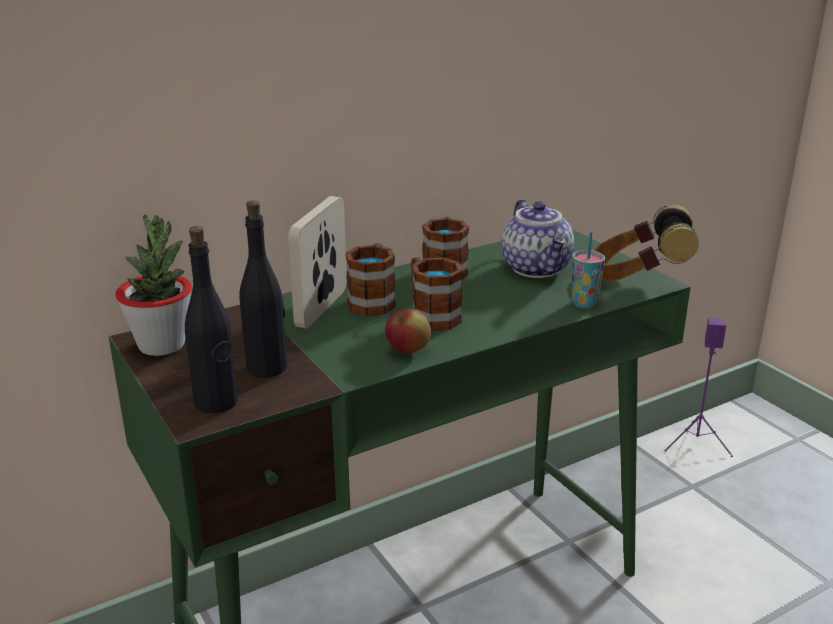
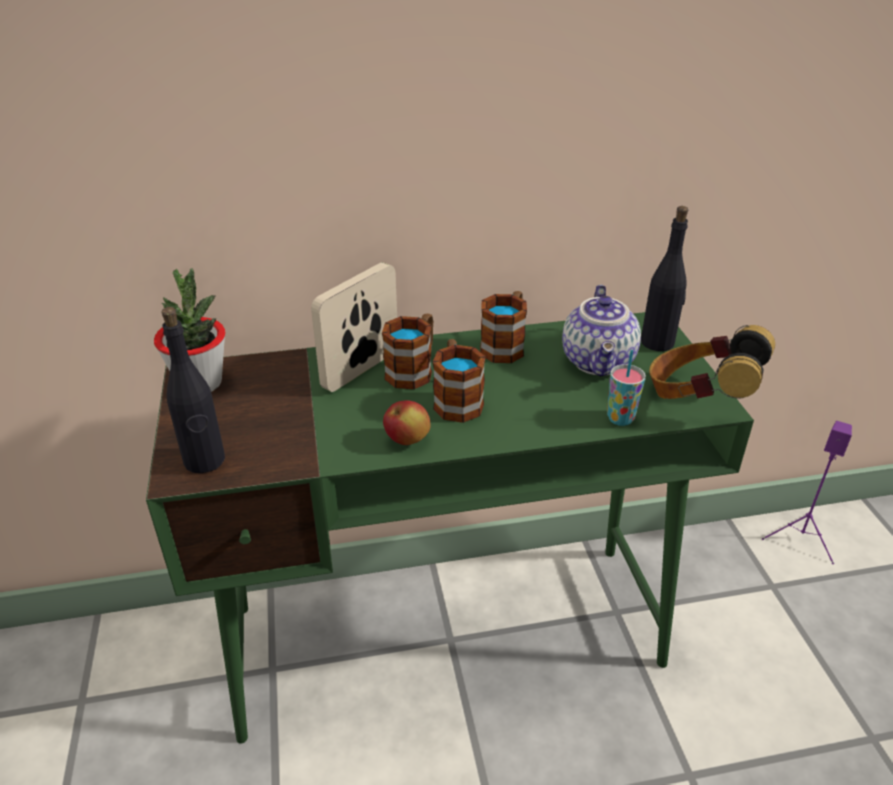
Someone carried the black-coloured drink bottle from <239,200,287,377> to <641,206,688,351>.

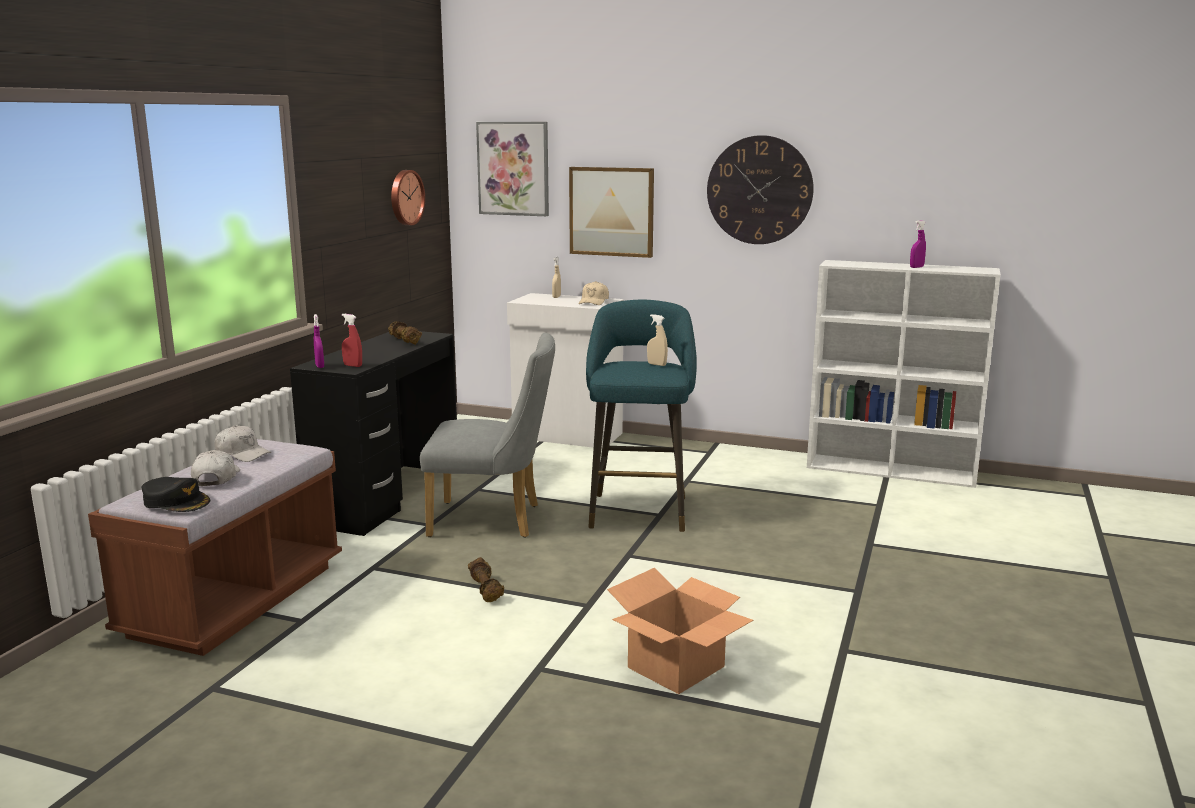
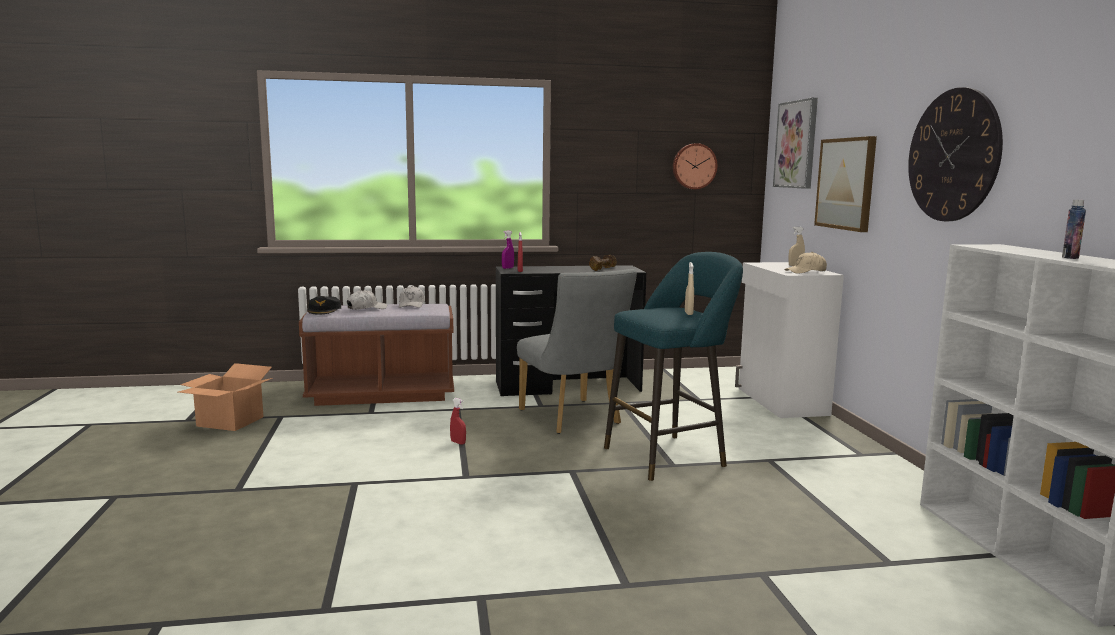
Someone swapped the brownish dumbbell at <468,557,504,602> for the reddish sprayer at <450,398,466,445>.
Someone carried the cardboard box from <607,568,754,694> to <178,363,273,431>.
Someone swapped the purple-coloured sprayer at <910,220,926,268> for the drink bottle at <1062,200,1086,259>.

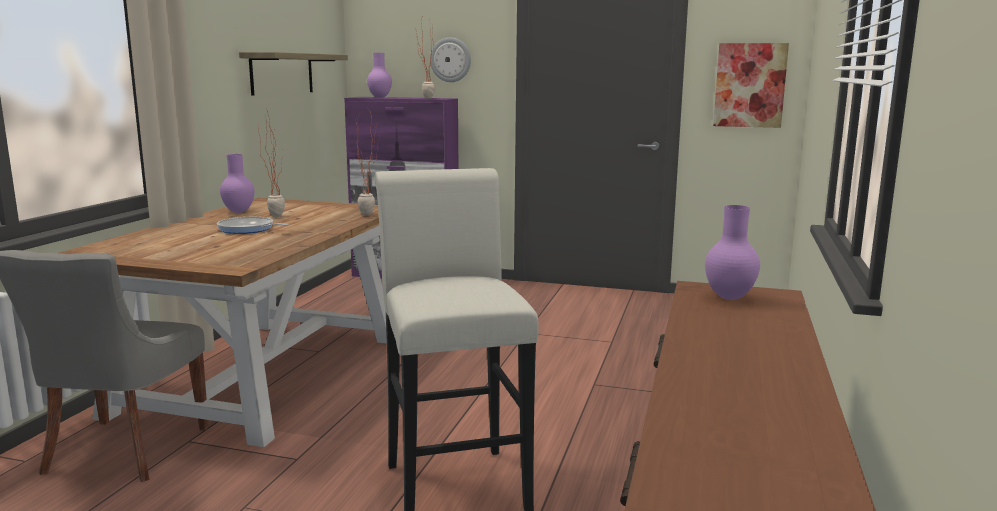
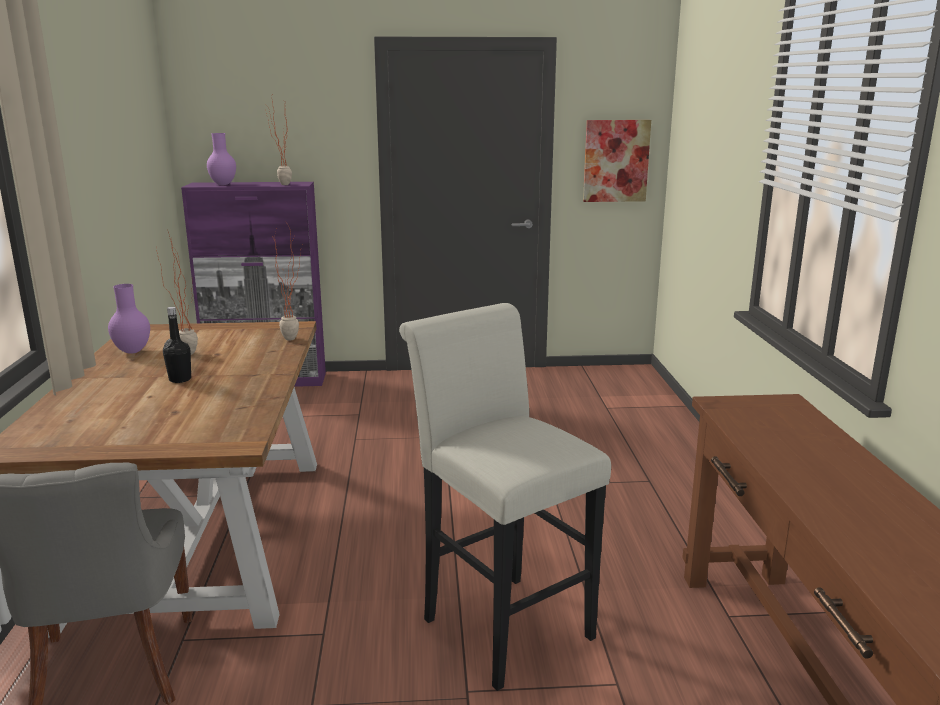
Someone swapped the pan at <217,217,289,234> for the black-coloured drink bottle at <163,307,191,383>.
Someone took away the bracket shelf at <239,52,348,95>.
Someone took away the hanging clock at <430,37,471,82>.
Someone took away the purple-coloured flower vase at <705,205,760,300>.

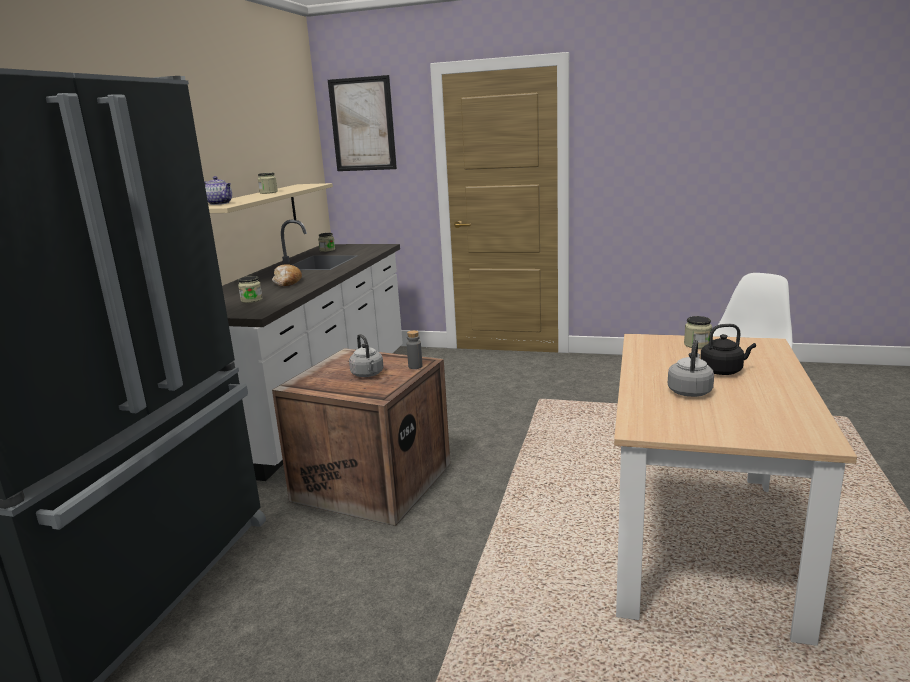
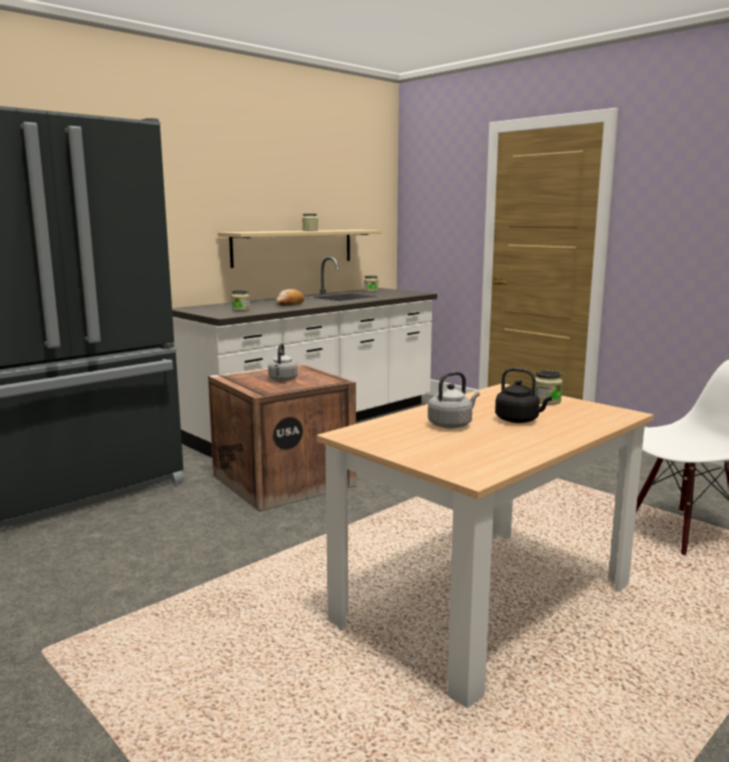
Someone took away the tea pot at <204,176,232,205>.
Someone took away the picture at <328,75,397,171>.
Someone took away the gray drink bottle at <407,330,423,369>.

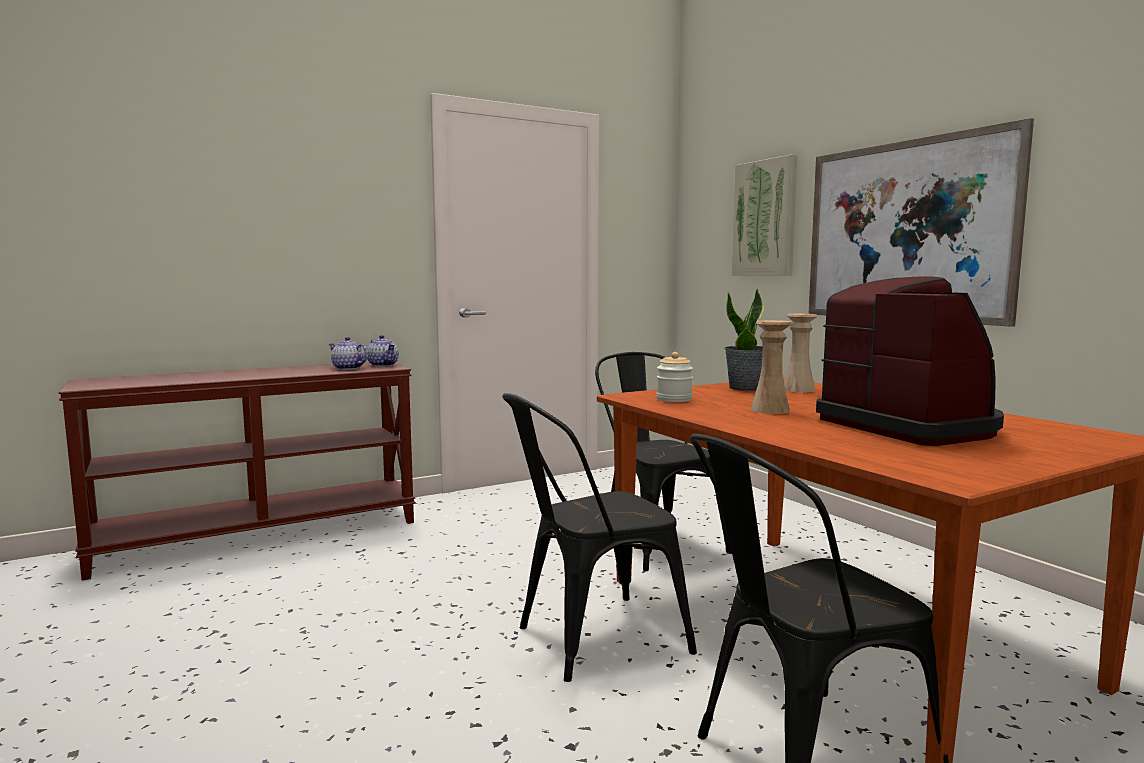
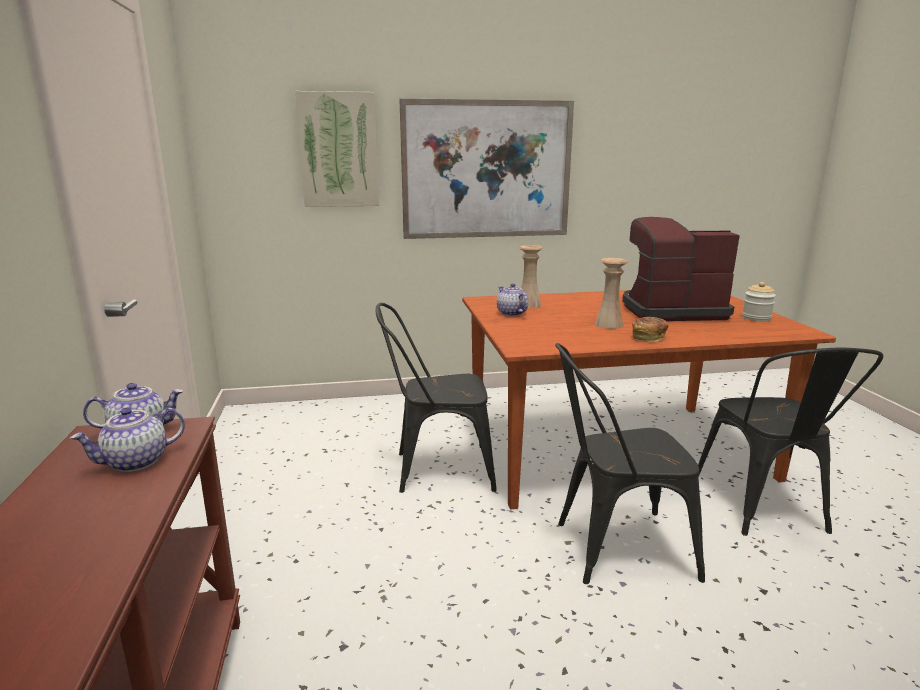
Someone rotated the black-coloured upright chair at <502,393,697,682> by 90 degrees clockwise.
Someone carried the preserve jar from <657,352,693,402> to <742,282,776,321>.
Someone swapped the houseplant at <725,288,764,391> for the tea pot at <497,283,528,316>.
Someone put down the bread at <632,317,668,341>.

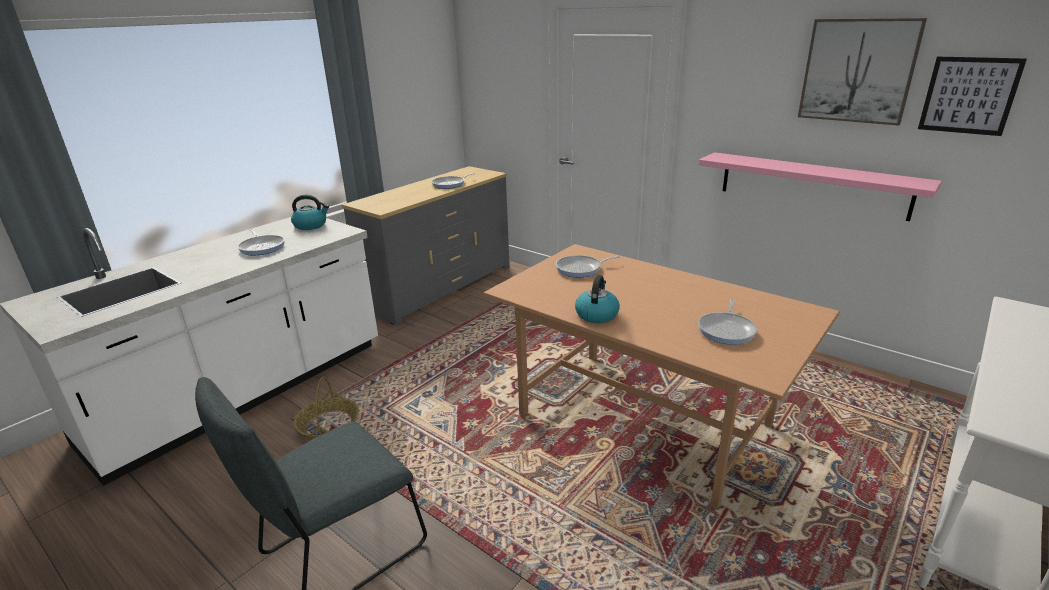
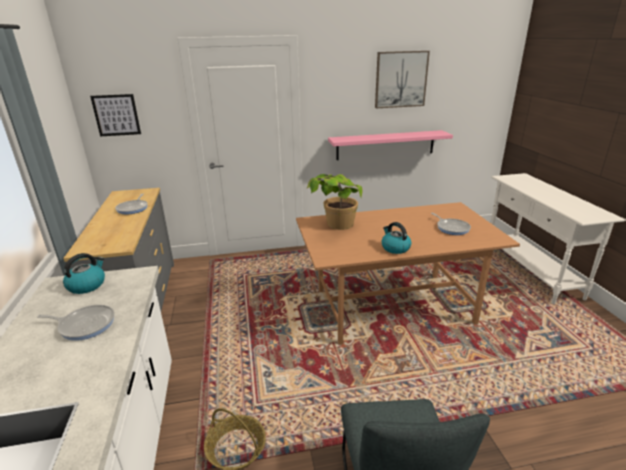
Someone swapped the pan at <556,255,620,277> for the houseplant at <307,174,363,230>.
Someone carried the picture from <918,57,1027,136> to <90,94,141,137>.

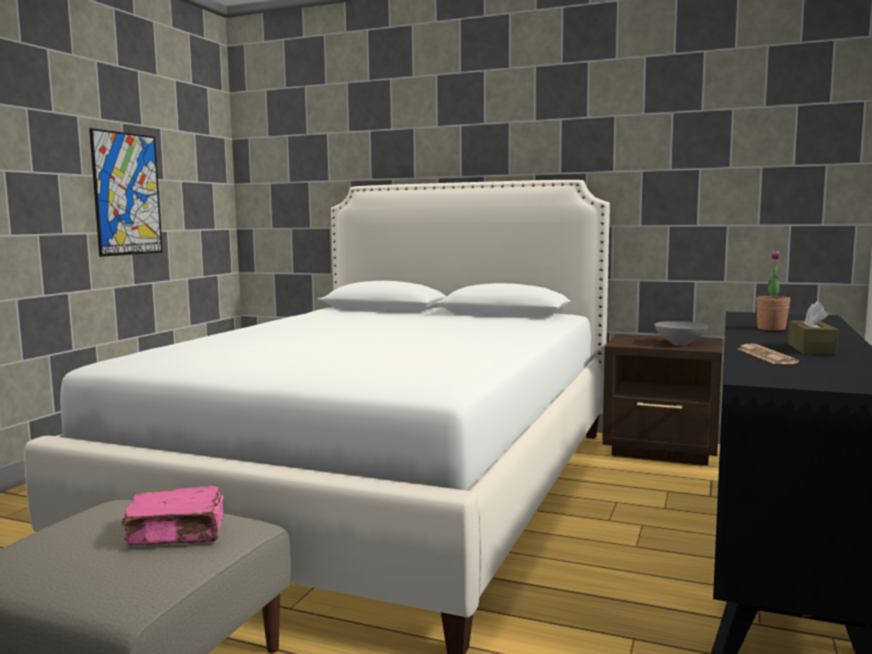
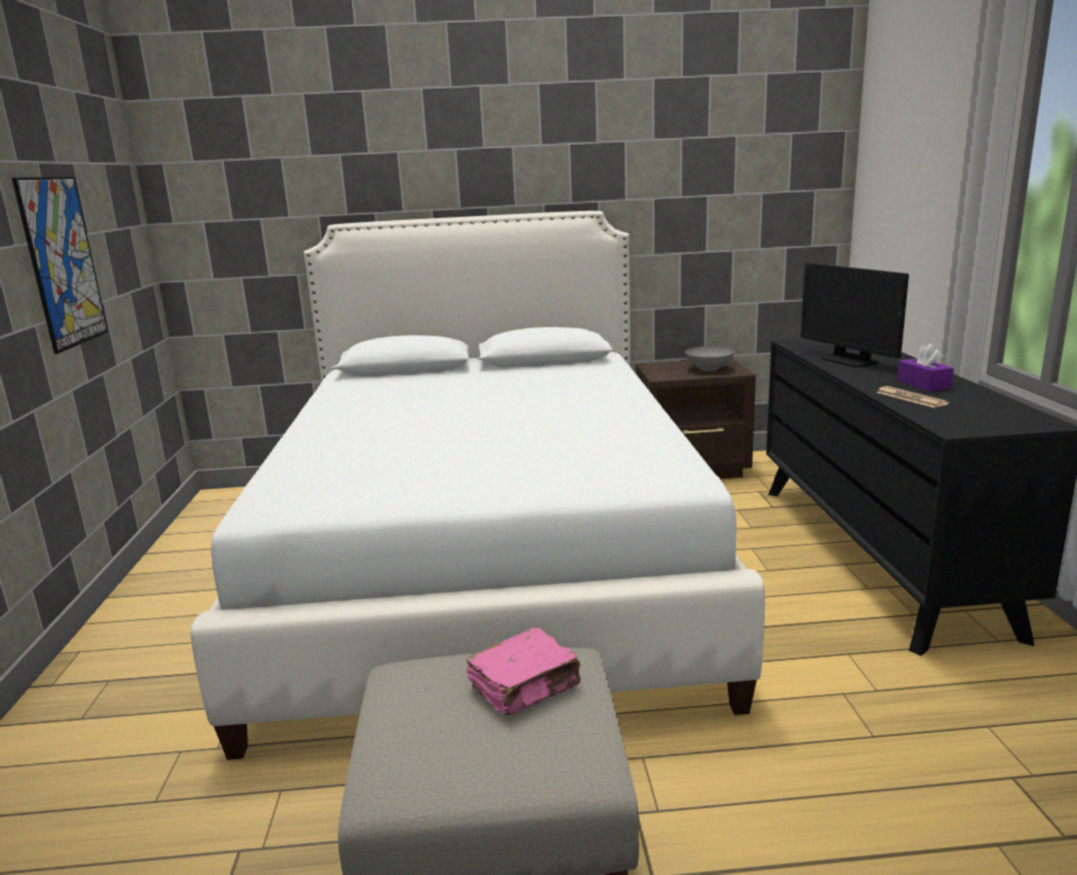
Someone swapped the houseplant at <756,250,790,331> for the computer display at <801,263,909,367>.
Someone repainted the brownish tissue box at <788,301,838,355>, which became the purple-coloured tissue box at <898,344,954,391>.

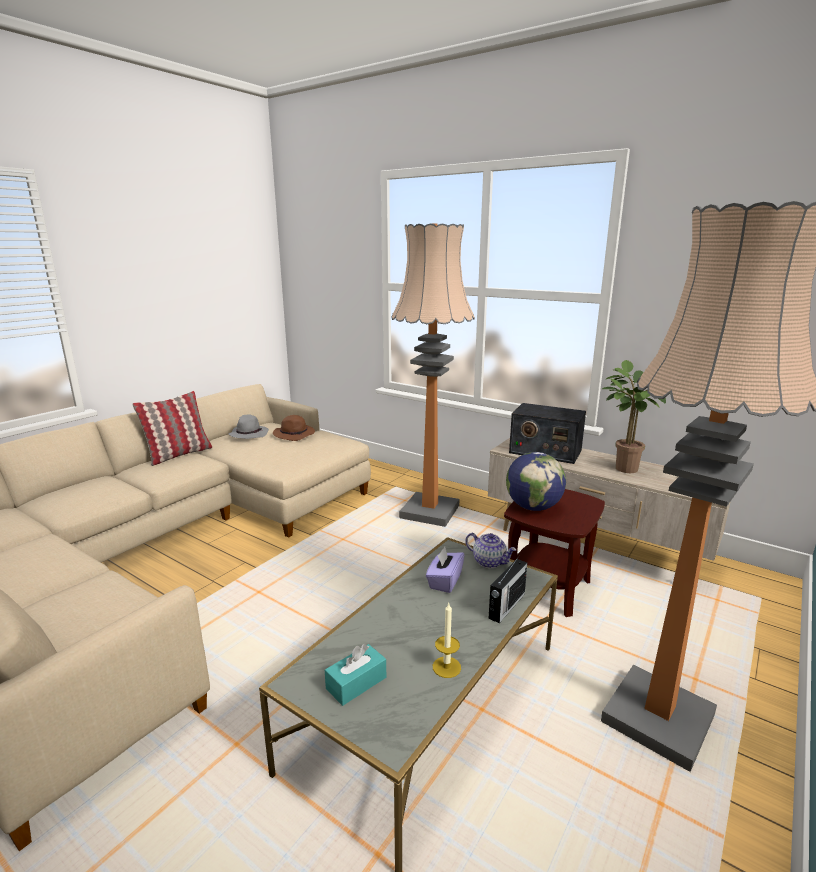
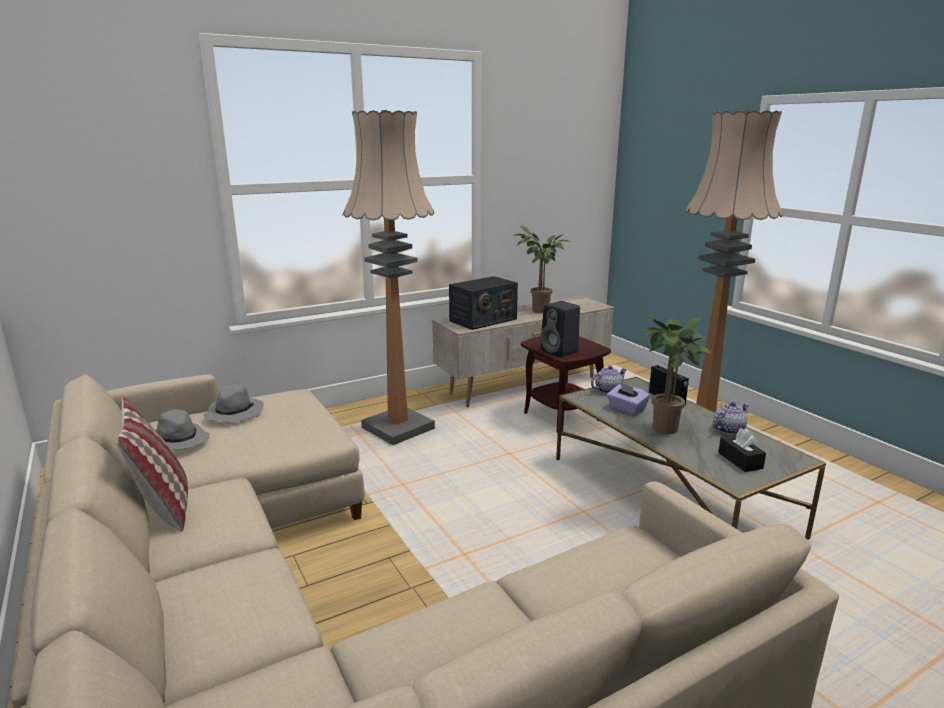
Someone repainted the brownish clothing hat at <273,415,315,441>, which became the gray clothing hat at <204,384,264,422>.
Someone repainted the blue-green tissue box at <325,644,386,706>, which became the black-coloured tissue box at <718,428,766,472>.
Someone swapped the candle at <433,603,461,678> for the tea pot at <713,402,749,435>.
Someone swapped the desk globe at <506,452,566,511> for the black-coloured loudspeaker at <541,301,580,357>.
Someone put down the houseplant at <639,315,711,434>.

